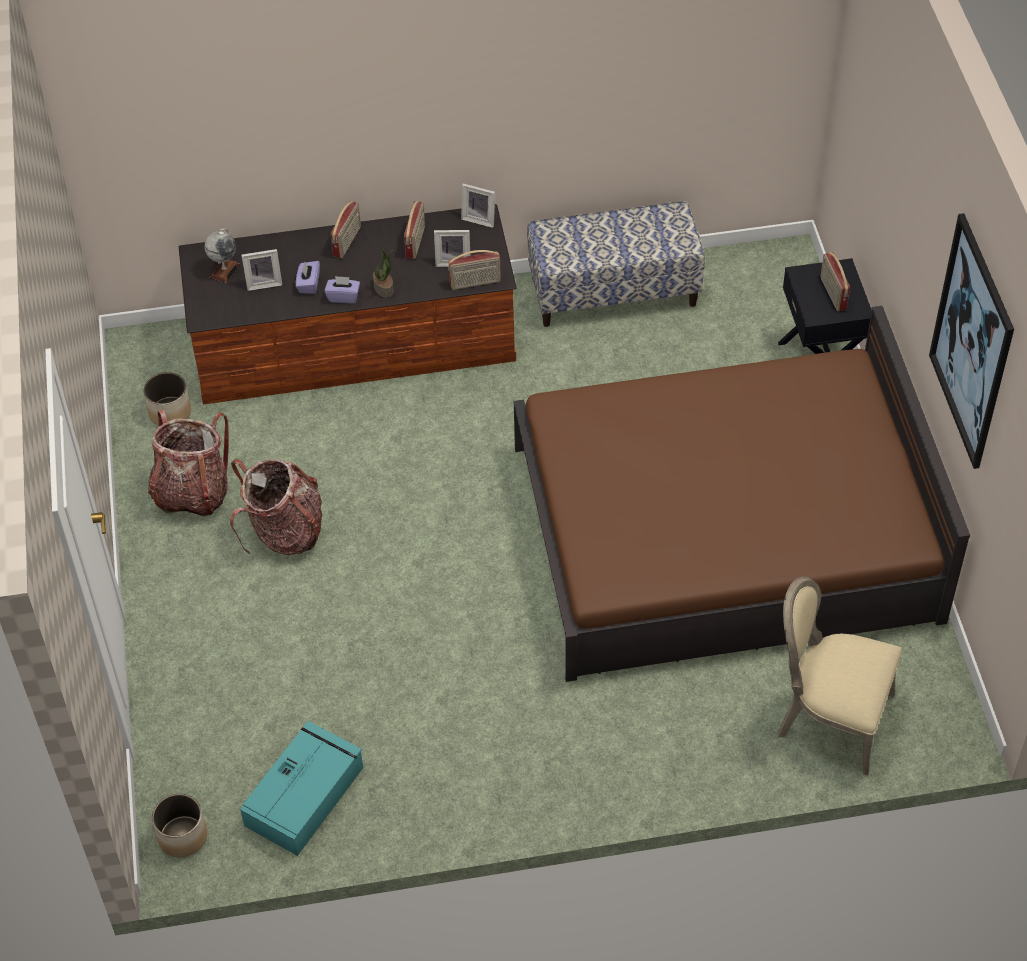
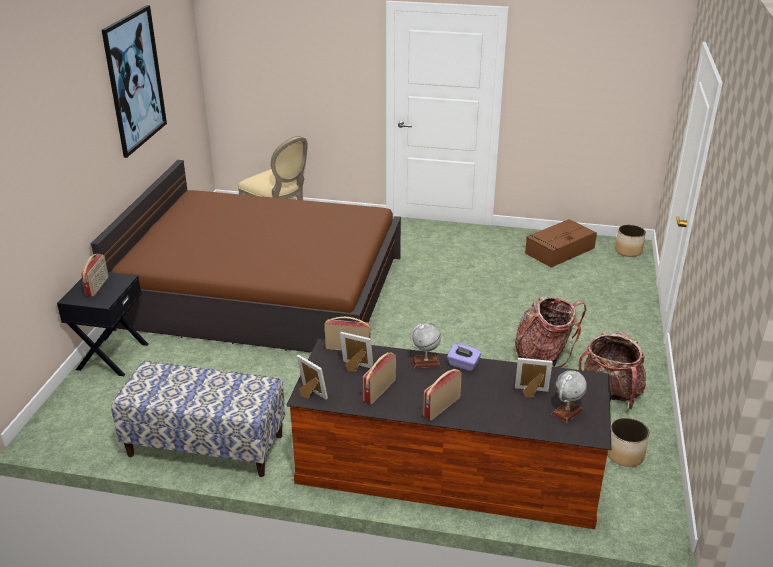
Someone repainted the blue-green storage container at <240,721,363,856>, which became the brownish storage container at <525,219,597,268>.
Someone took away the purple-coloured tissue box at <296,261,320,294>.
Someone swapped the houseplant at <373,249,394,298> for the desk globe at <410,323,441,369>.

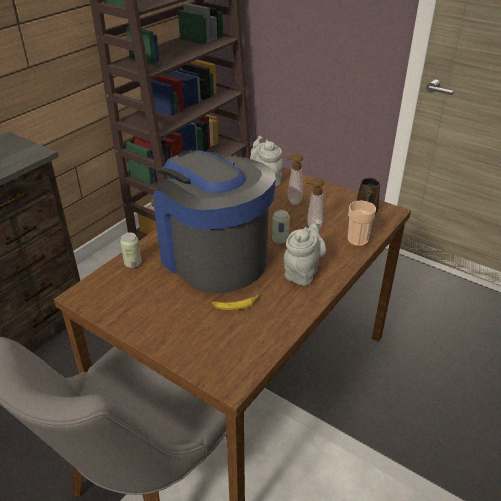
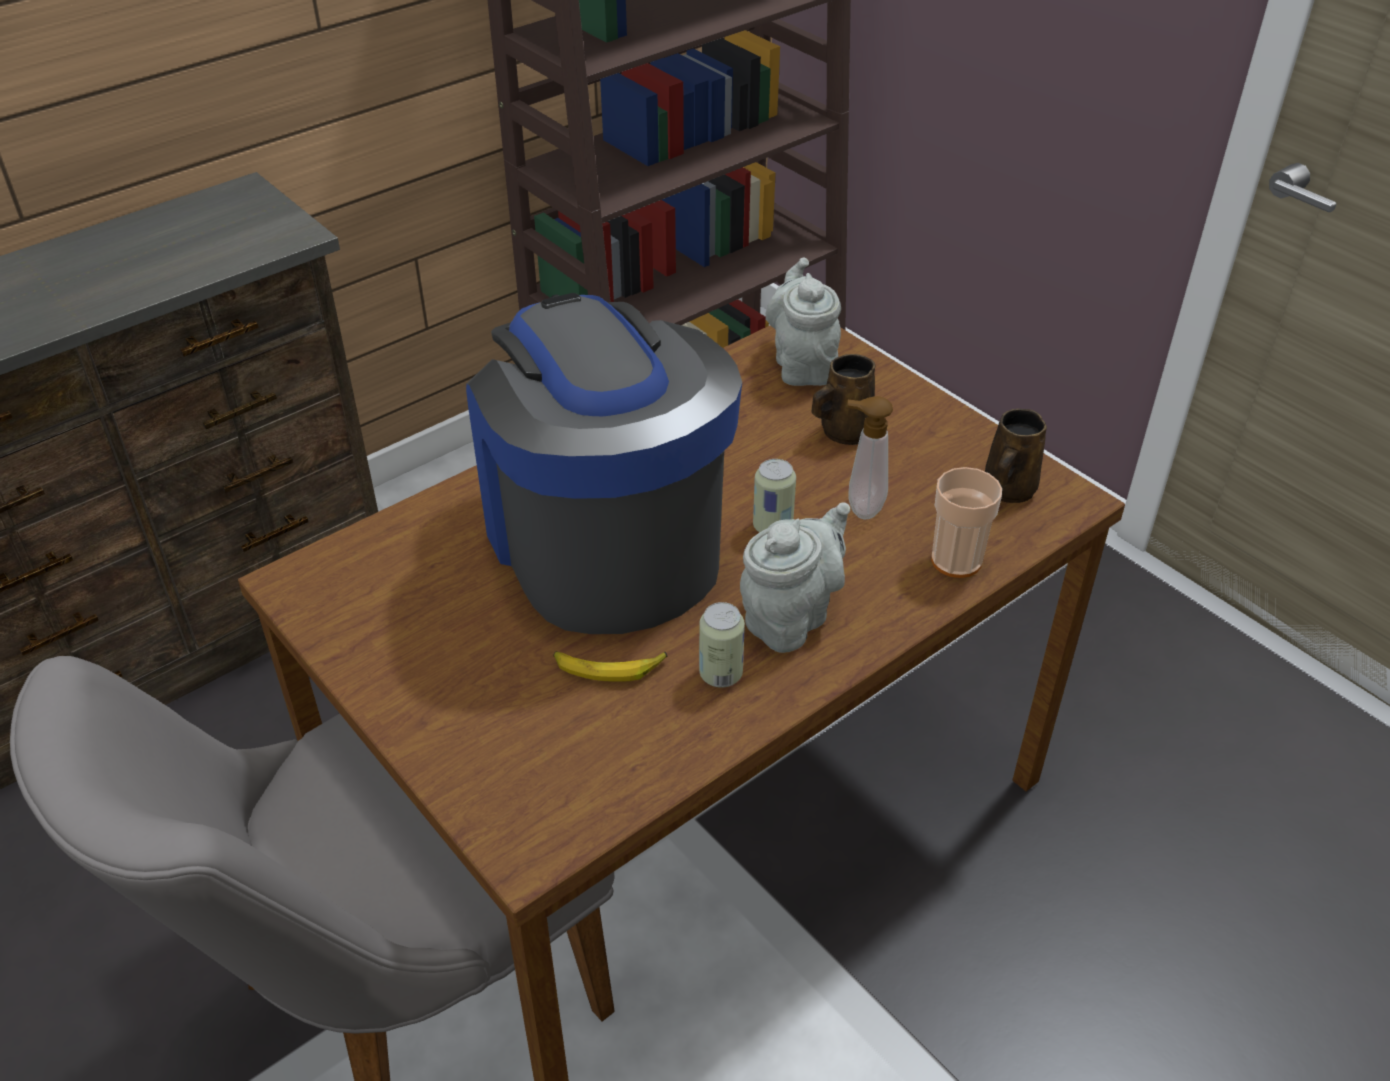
Someone carried the can from <120,232,142,268> to <699,602,745,688>.
Someone swapped the liquid soap bottle at <286,154,303,205> for the brownish coffee mug at <812,354,875,445>.

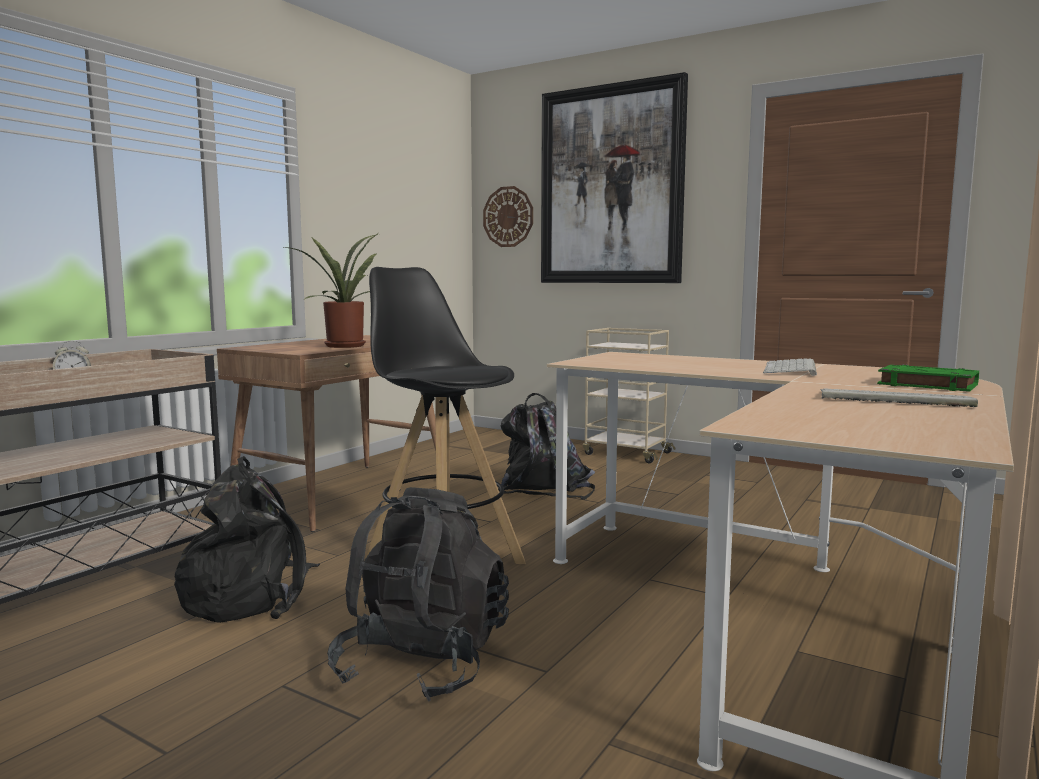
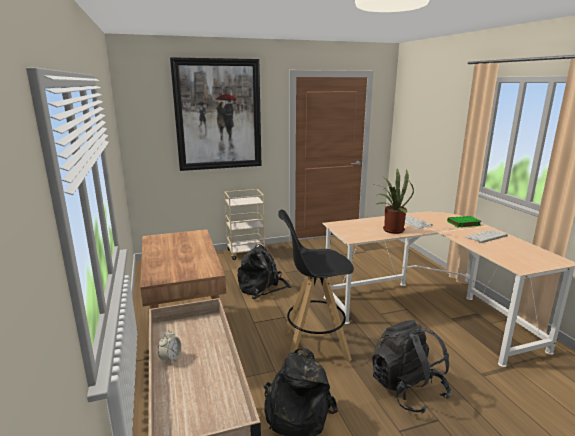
Someone carried the houseplant from <284,234,378,348> to <372,169,414,234>.
Someone took away the hanging clock at <483,186,533,247>.

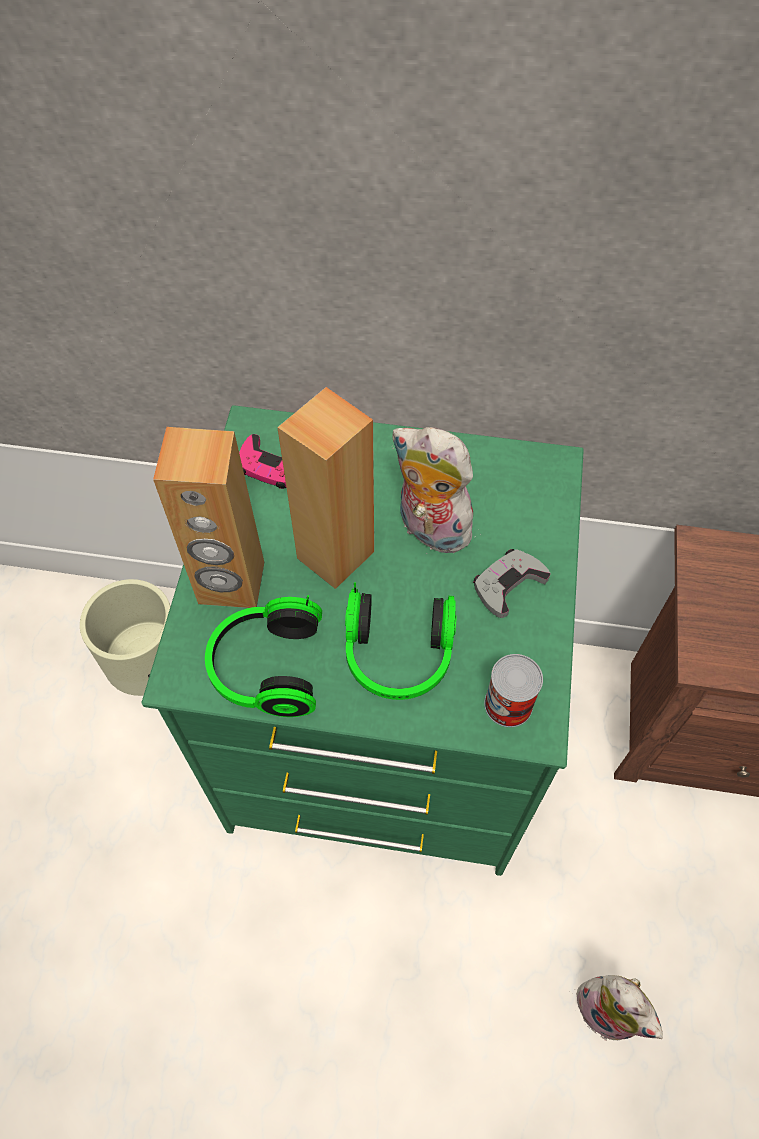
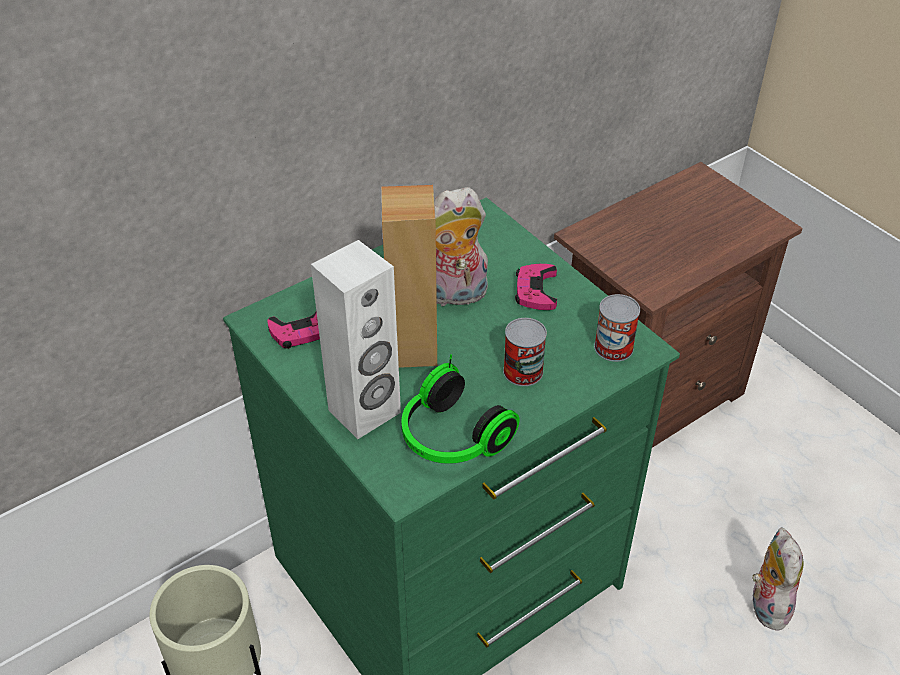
Someone repainted the brownish loudspeaker at <153,427,264,608>, which became the white-coloured loudspeaker at <311,240,401,439>.
Someone swapped the pair of headphones at <345,582,456,700> for the can at <503,318,547,386>.
Someone repainted the gray game controller at <473,549,550,618>, which became the pink-coloured game controller at <515,264,557,310>.
Someone rotated the cuddly toy at <577,975,663,1041> by 90 degrees counterclockwise.

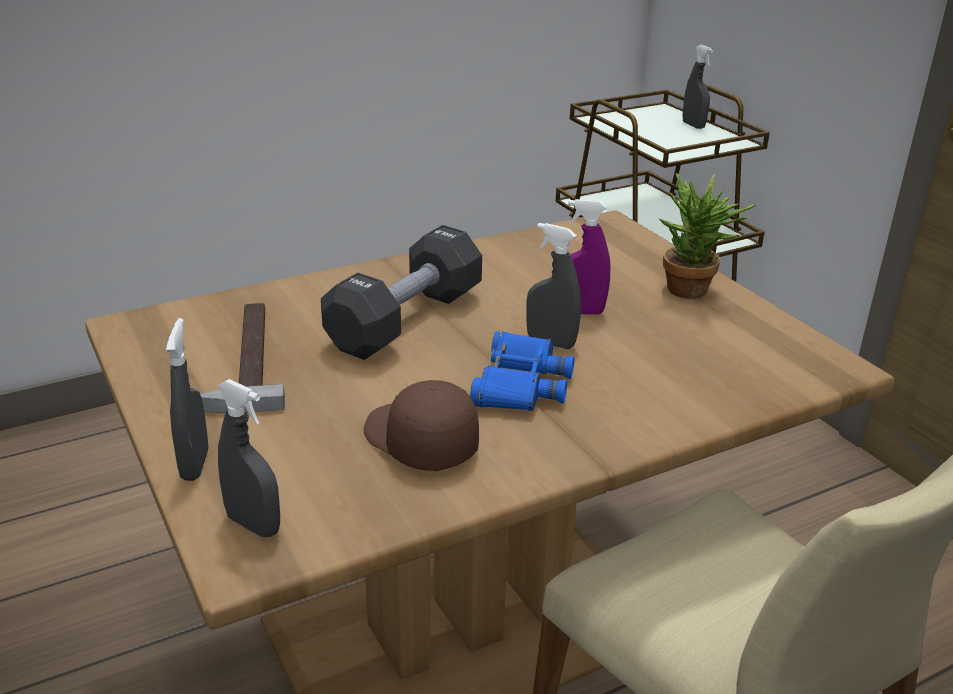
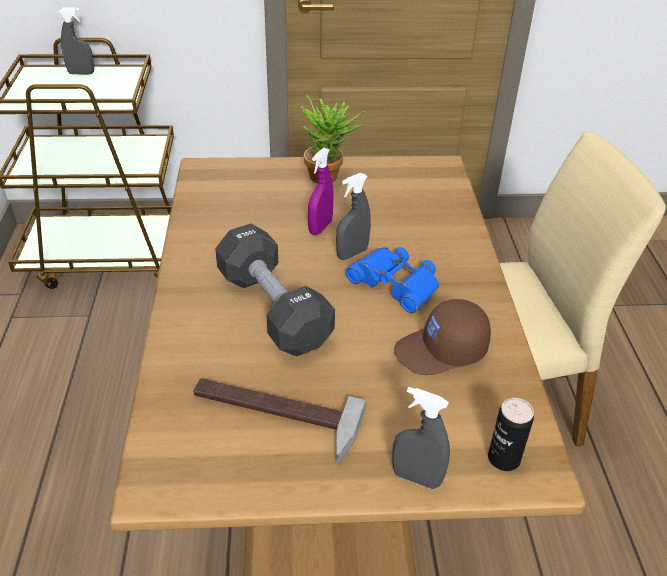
Someone swapped the gray sprayer at <217,379,280,537> for the can at <488,398,534,471>.

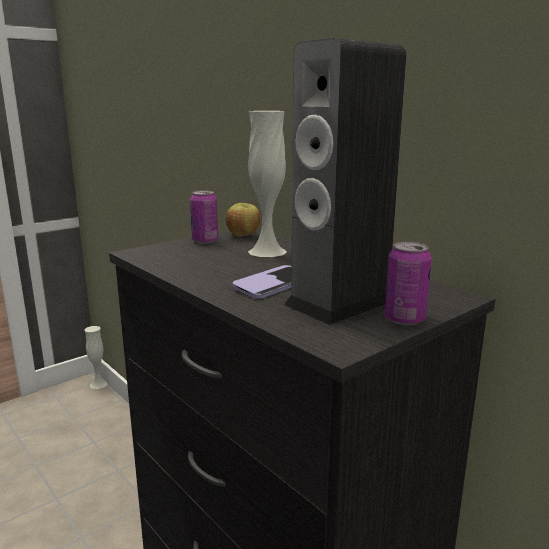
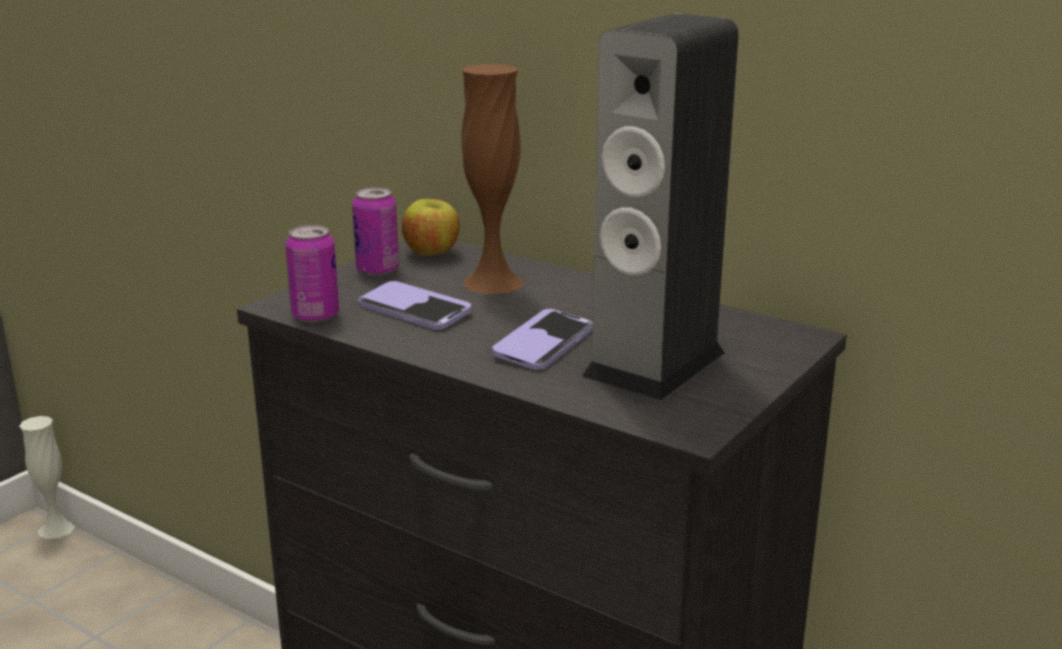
Someone repainted the white-coloured flower vase at <248,111,287,257>, which became the brownish flower vase at <461,64,523,294>.
Someone carried the can from <385,242,432,326> to <285,225,339,323>.
Someone put down the telephone at <359,281,472,330>.

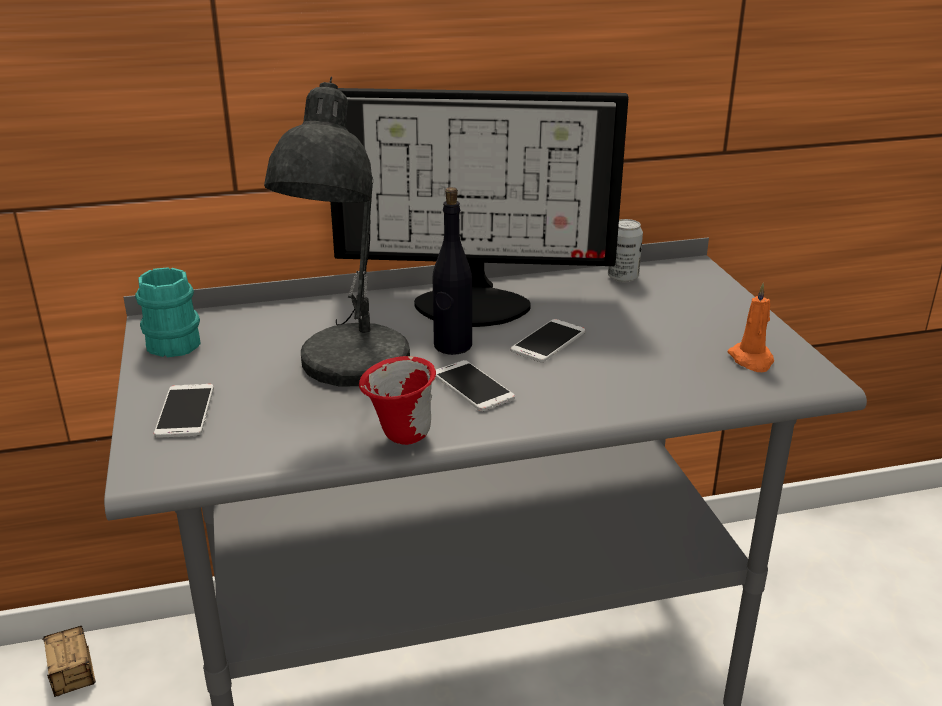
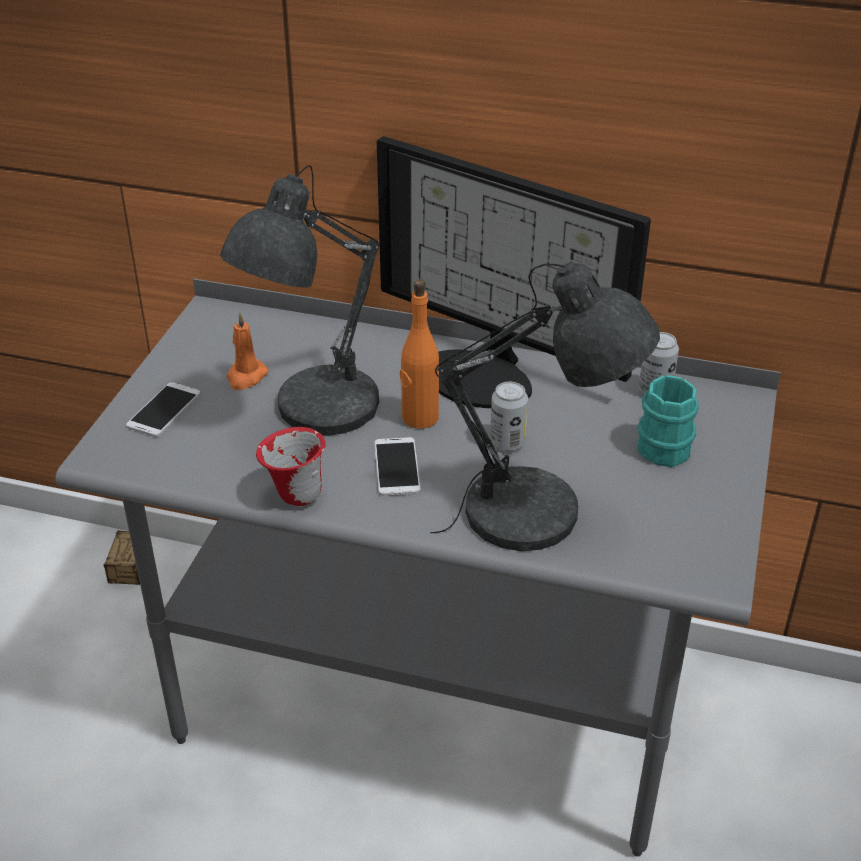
Someone carried the blue-green coffee mug from <135,267,200,357> to <637,375,699,467>.
Someone repainted the black-coloured drink bottle at <432,187,472,355>, which became the orangey drink bottle at <400,279,439,429>.
Someone swapped the telephone at <511,319,585,362> for the can at <490,382,528,451>.
Someone carried the orangey candle from <728,283,774,372> to <226,313,268,390>.
Someone put down the gray table lamp at <430,262,660,551>.

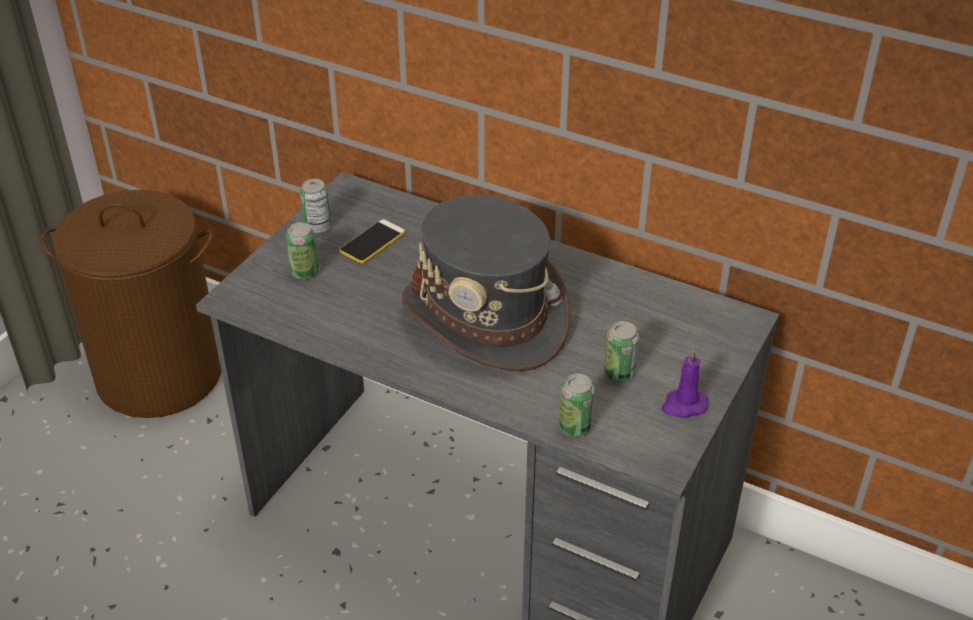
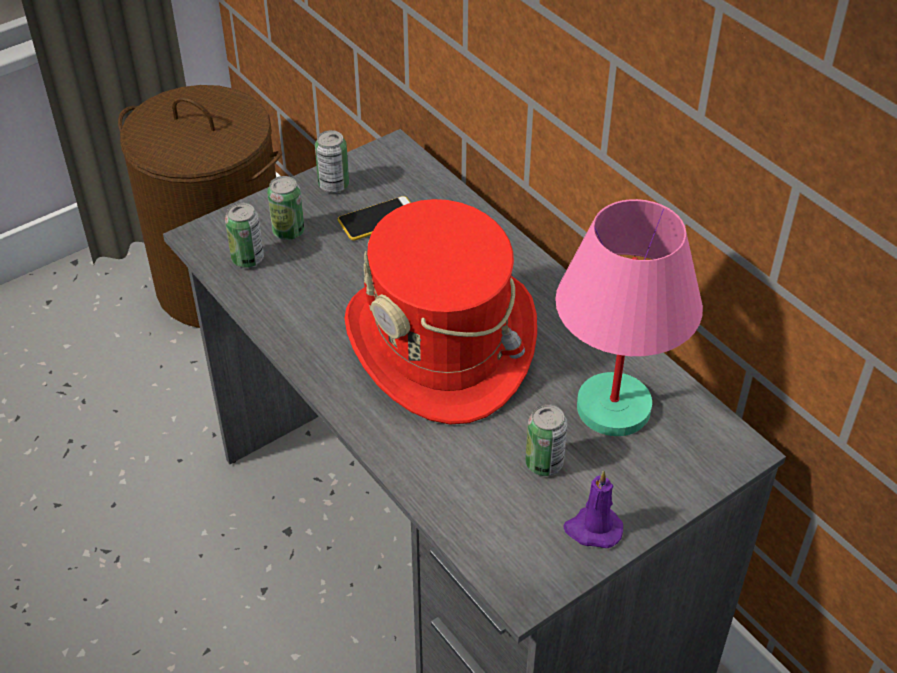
Someone repainted the gray clothing hat at <402,195,571,371>, which became the reddish clothing hat at <344,199,537,425>.
Someone carried the can from <559,374,595,437> to <225,203,264,268>.
Someone put down the pink-coloured table lamp at <555,199,703,436>.

